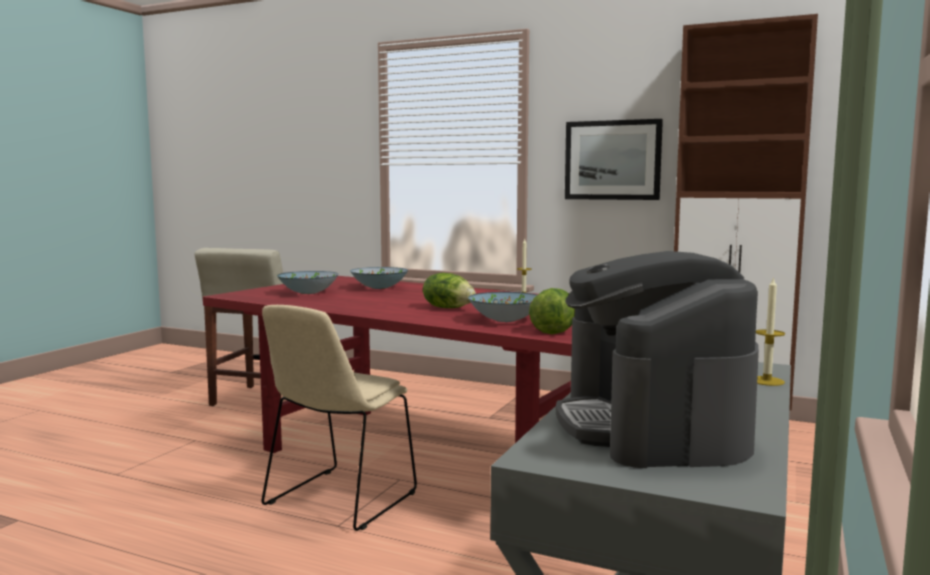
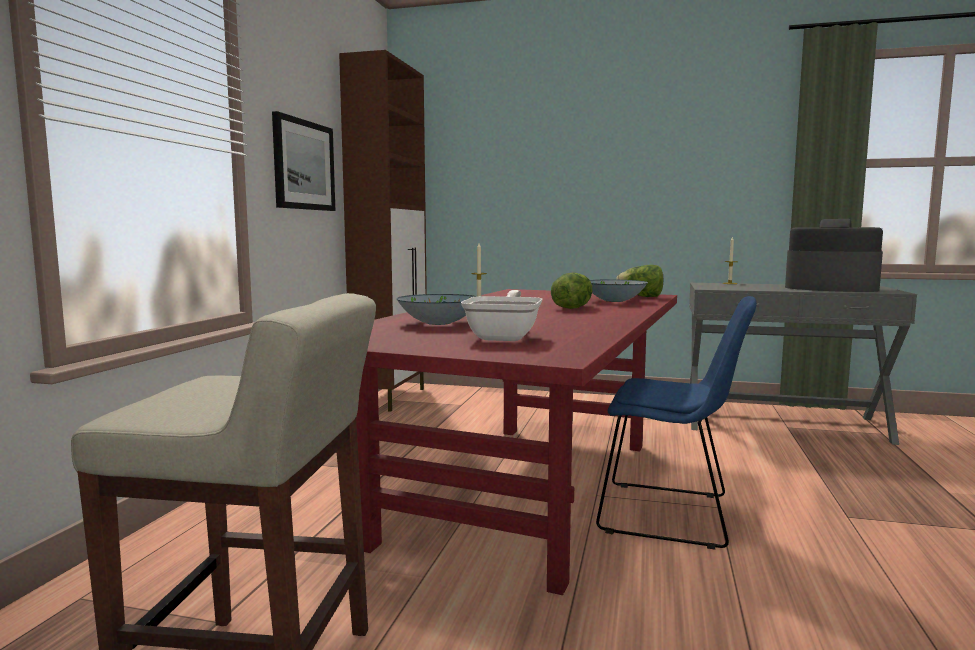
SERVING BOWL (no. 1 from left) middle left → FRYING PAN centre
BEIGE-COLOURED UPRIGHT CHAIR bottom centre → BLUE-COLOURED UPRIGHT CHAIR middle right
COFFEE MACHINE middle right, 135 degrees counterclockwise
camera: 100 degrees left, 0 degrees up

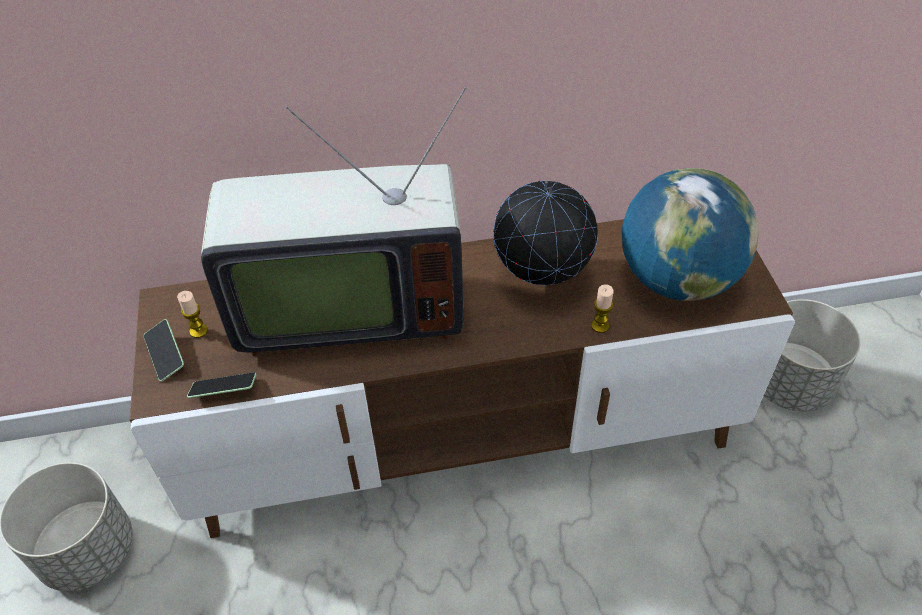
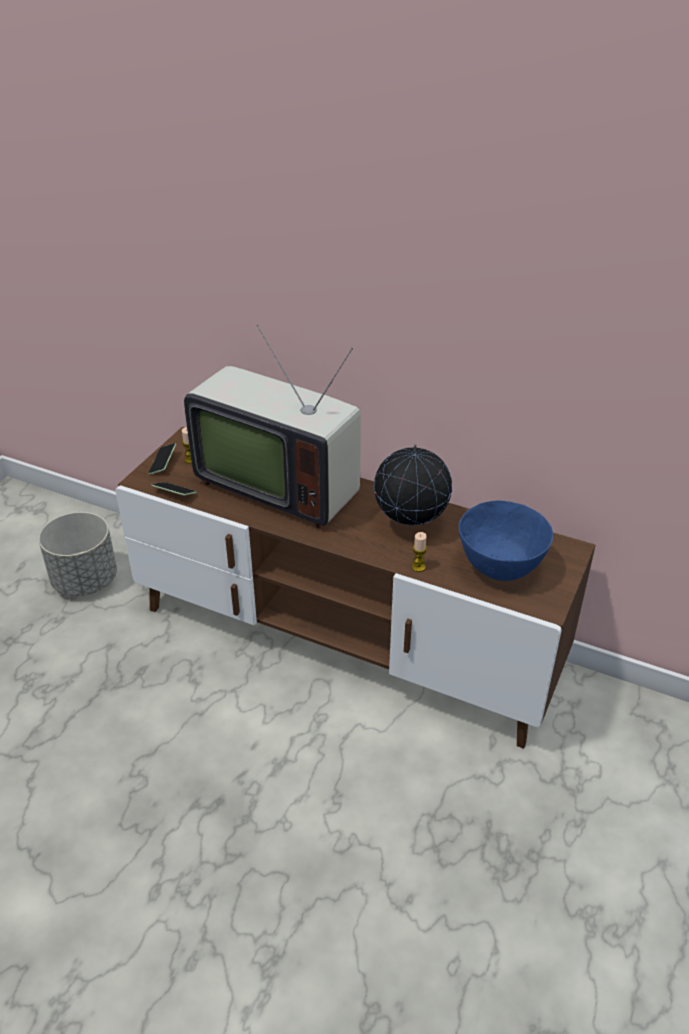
WORLD GLOBE (no. 2 from left) middle right → BLUE-COLOURED SERVING BOWL middle right
GREY FLOWER POT (no. 2 from left) middle right → -
camera: 35 degrees right, 10 degrees down

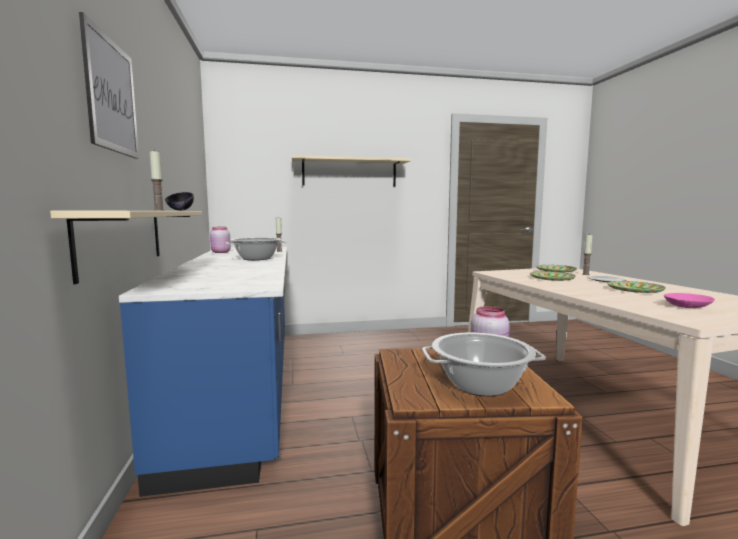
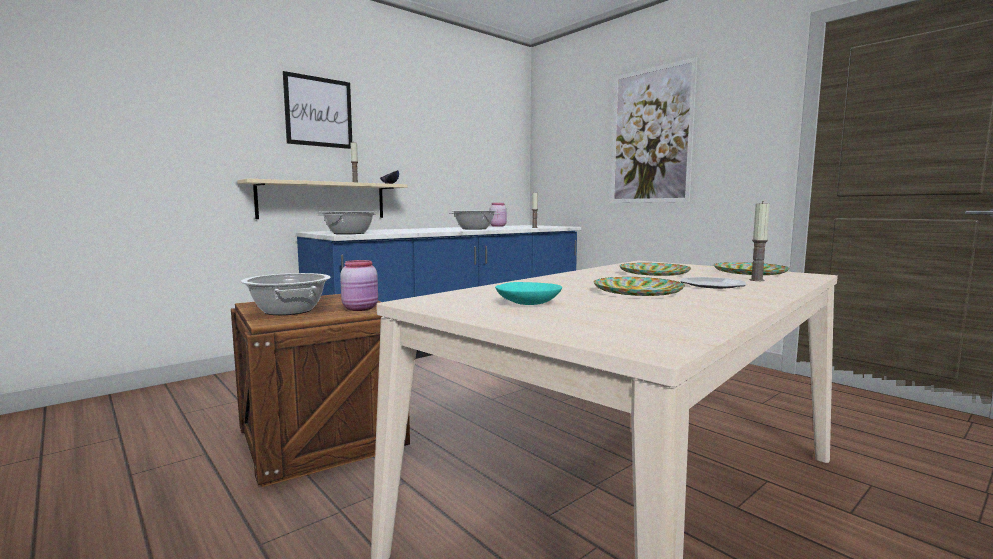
- → SAUCEPOT (no. 2 from left) centre
PINK SERVING BOWL middle right → TURQUOISE SERVING BOWL centre
BEIGE-COLOURED SHELF (no. 2 from left) top centre → WALL PICTURE (no. 2 from left) top centre
camera: 60 degrees right, 0 degrees up

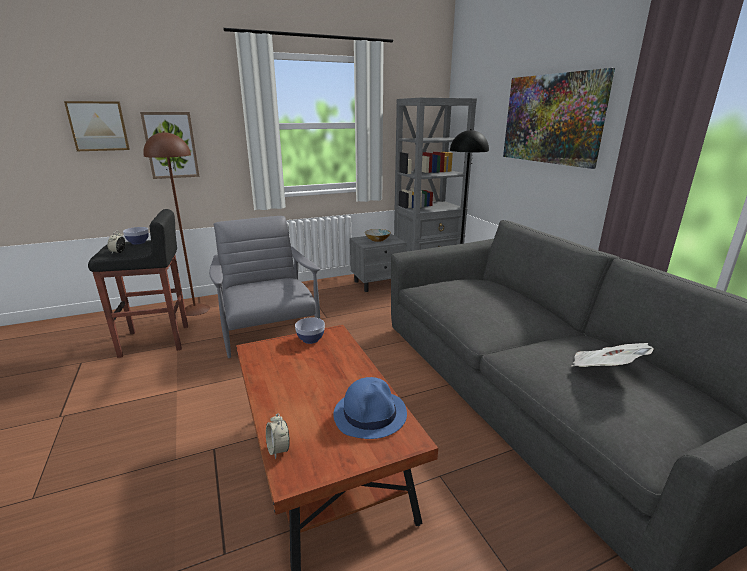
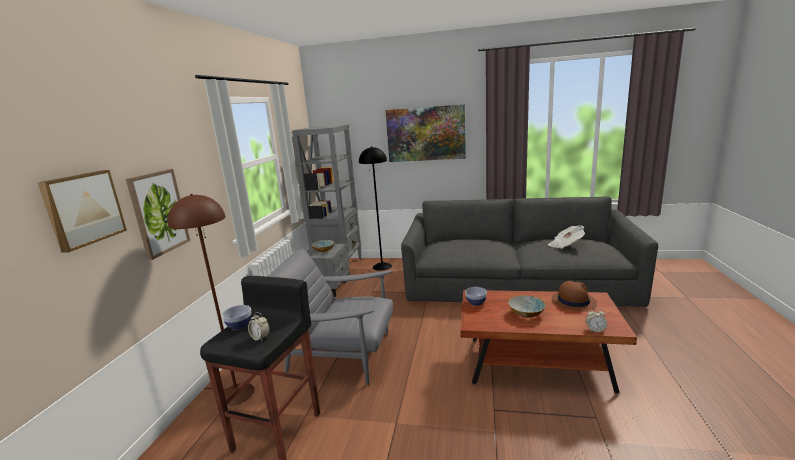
- → SERVING BOWL (no. 4 from left) centre
BLUE-COLOURED HAT bottom centre → BROWN HAT middle right
camera: 55 degrees left, 5 degrees down

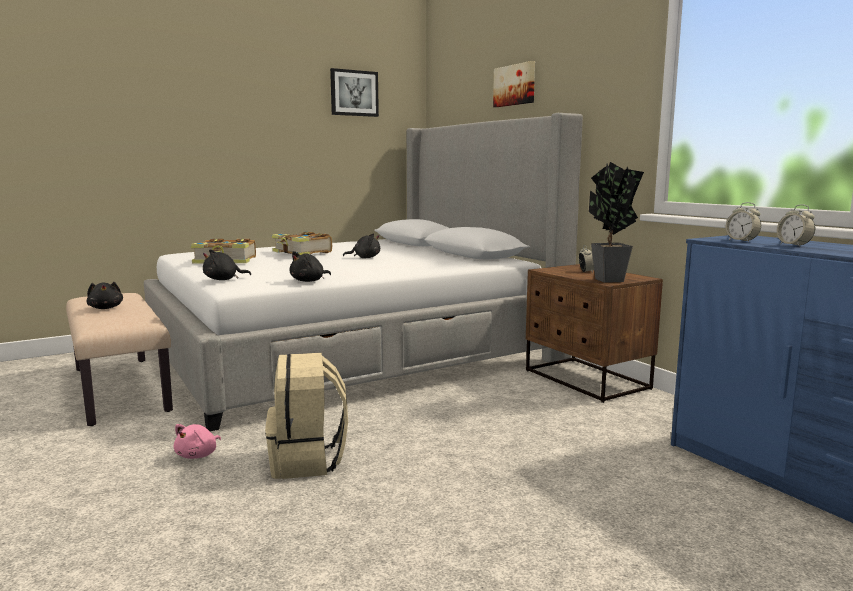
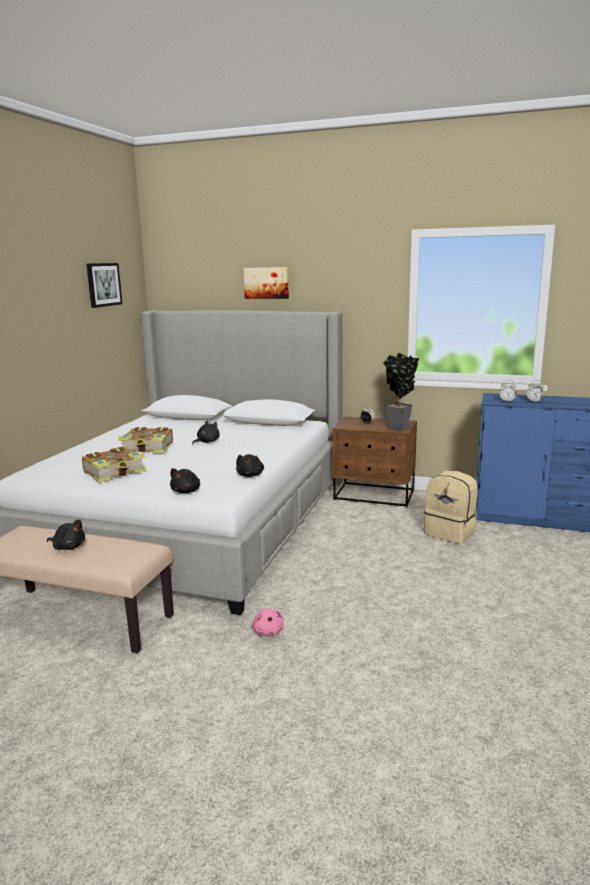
BEIGE-COLOURED KNAPSACK bottom centre → BEIGE-COLOURED KNAPSACK middle right, relocated
camera: 40 degrees left, 5 degrees up

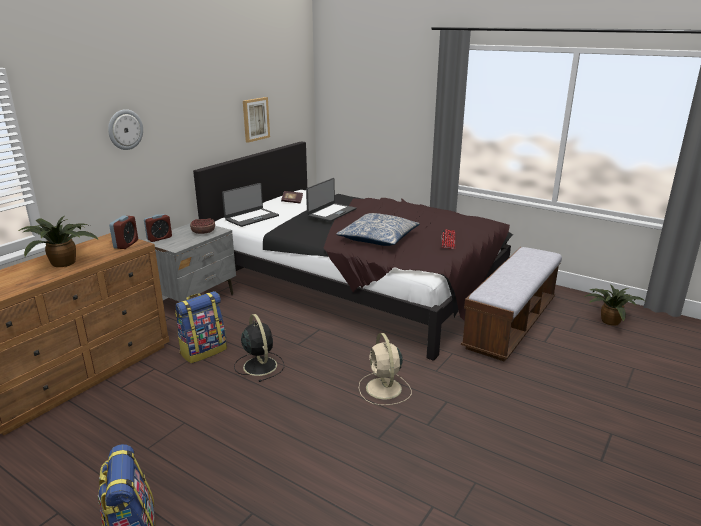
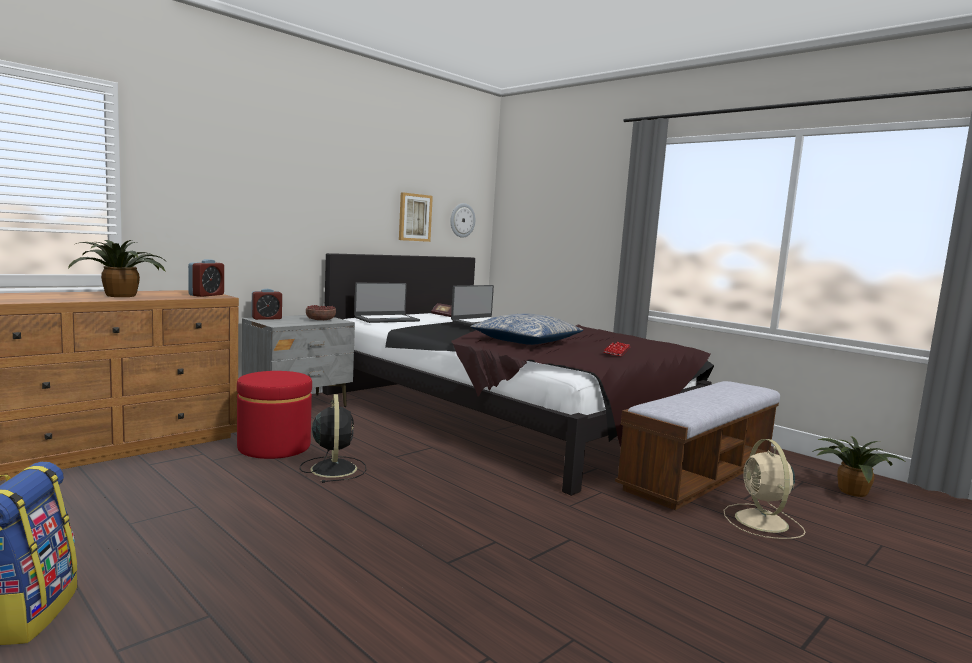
KNAPSACK (no. 2 from left) middle left → RED-COLOURED OTTOMAN middle left
WALL CLOCK top left → WALL CLOCK top centre, relocated
BEIGE-COLOURED ELECTRIC FAN bottom centre → BEIGE-COLOURED ELECTRIC FAN bottom right, relocated
camera: 10 degrees right, 15 degrees down

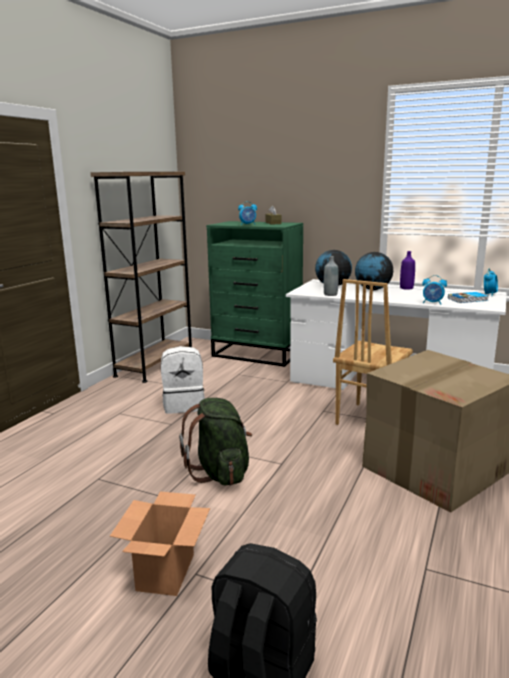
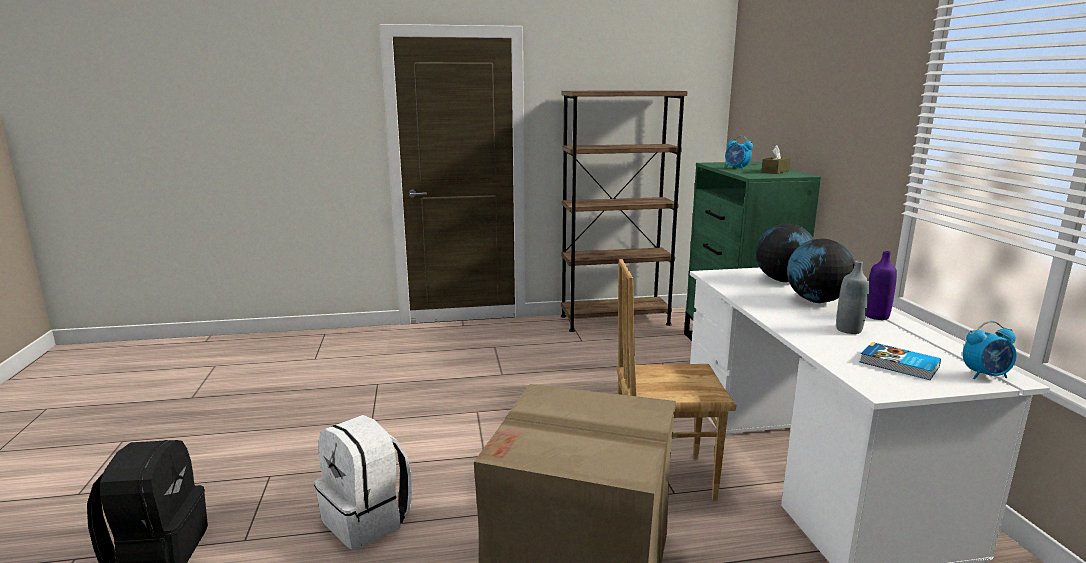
WHITE KNAPSACK centre → WHITE KNAPSACK bottom centre, relocated
GREY DRINK BOTTLE centre → GREY DRINK BOTTLE middle right, relocated
CARTON (no. 1 from left) bottom left → -
GREENISH KNAPSACK centre → -
BEDSIDE CLOCK (no. 2 from left) middle right → -
camera: 55 degrees right, 0 degrees up

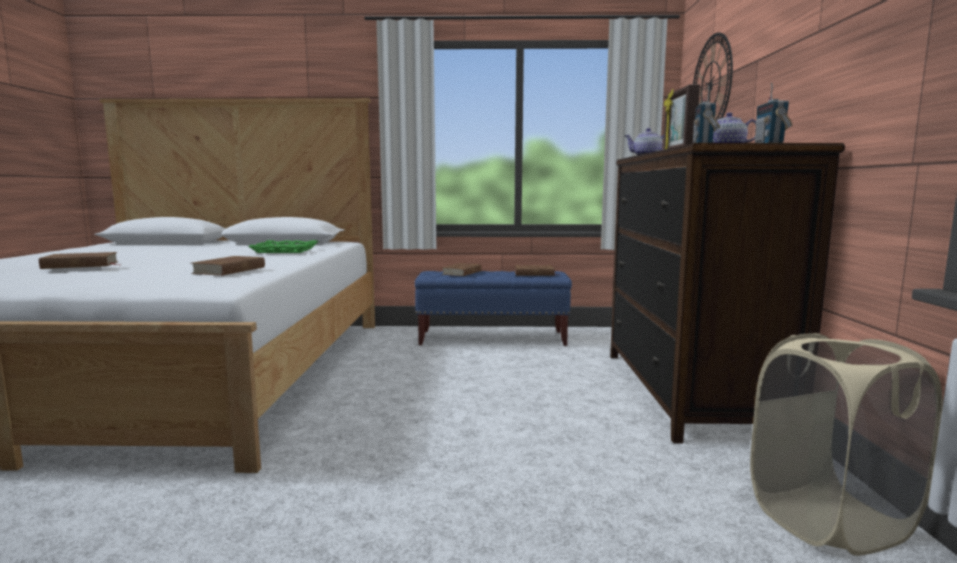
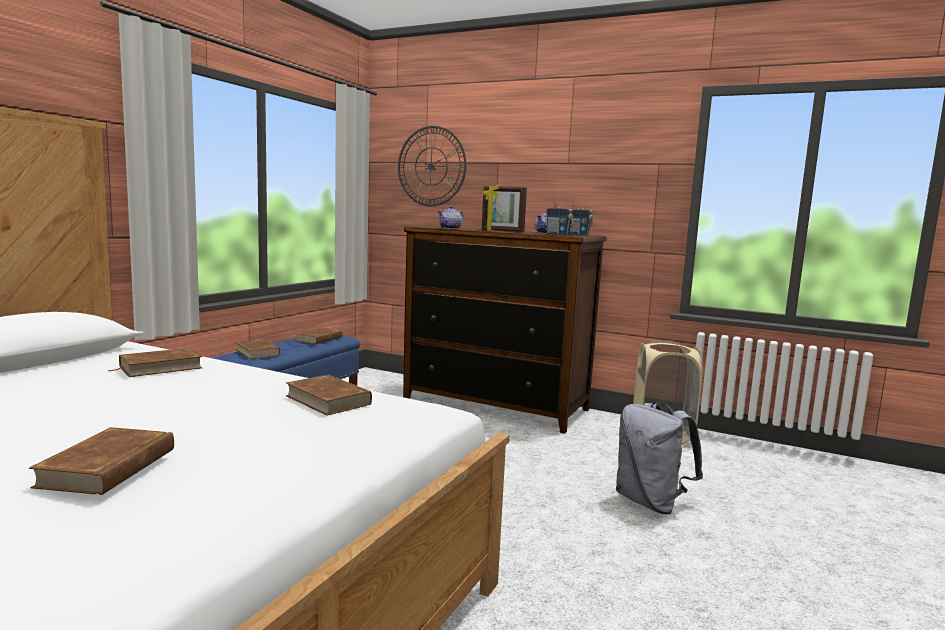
GREENISH TRAY middle left → BROWN BOUND BOOK (no. 2 from left) middle left
- → GREY KNAPSACK bottom right
camera: 65 degrees left, 0 degrees up

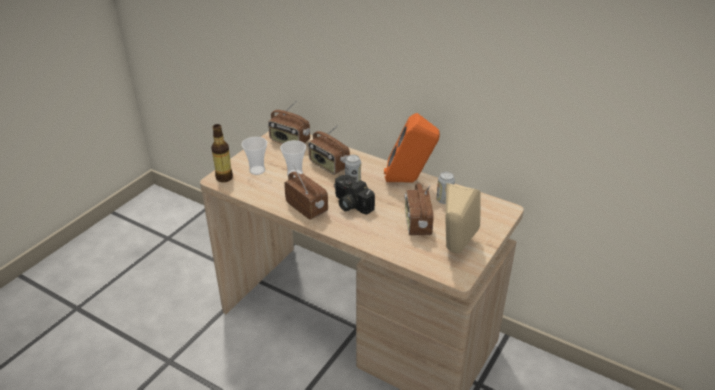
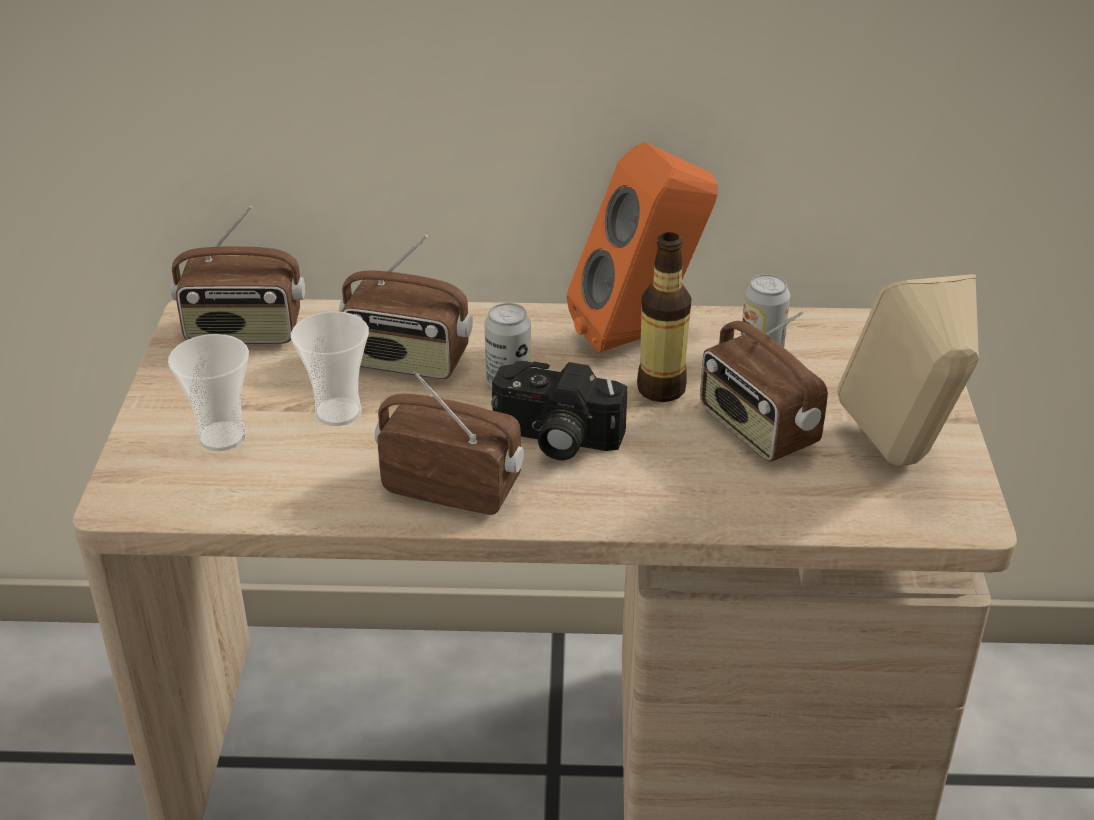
DRINK BOTTLE middle left → DRINK BOTTLE centre, relocated
camera: 30 degrees left, 0 degrees up

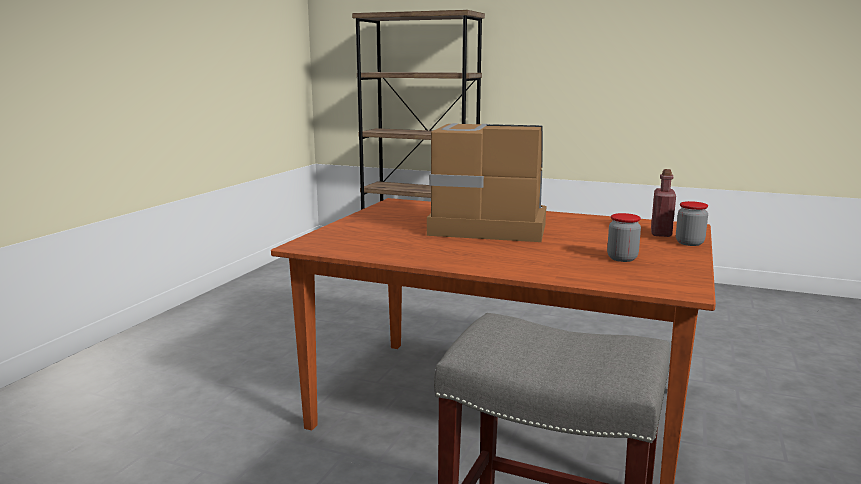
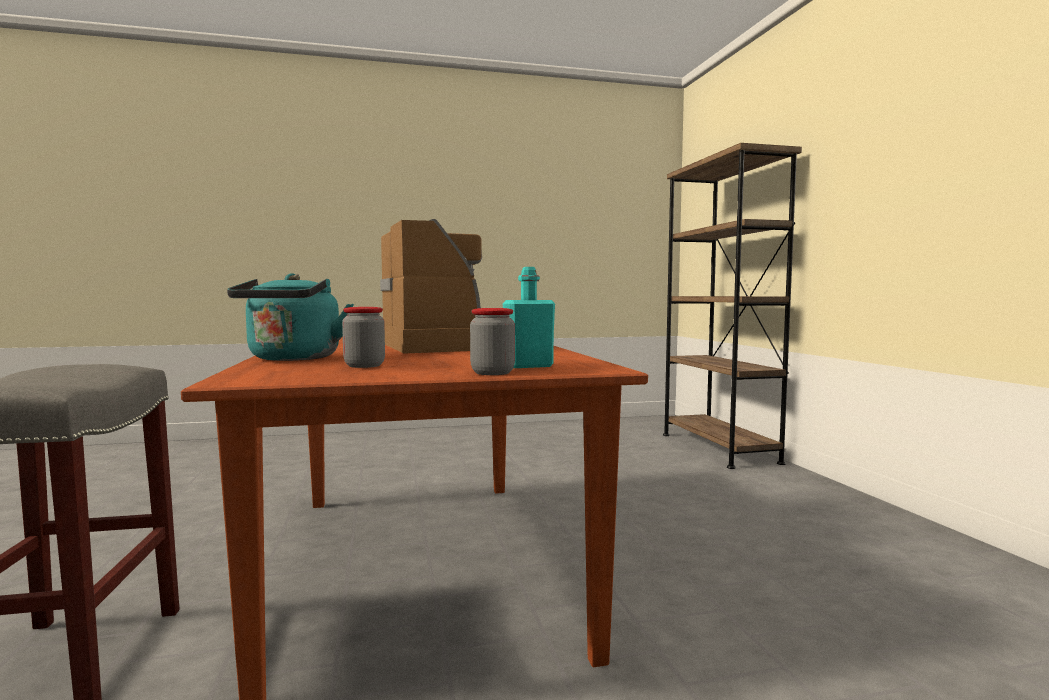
- → TURQUOISE WATER KETTLE middle left
RED-COLOURED DRINK BOTTLE middle right → TURQUOISE DRINK BOTTLE centre
camera: 55 degrees right, 10 degrees down

